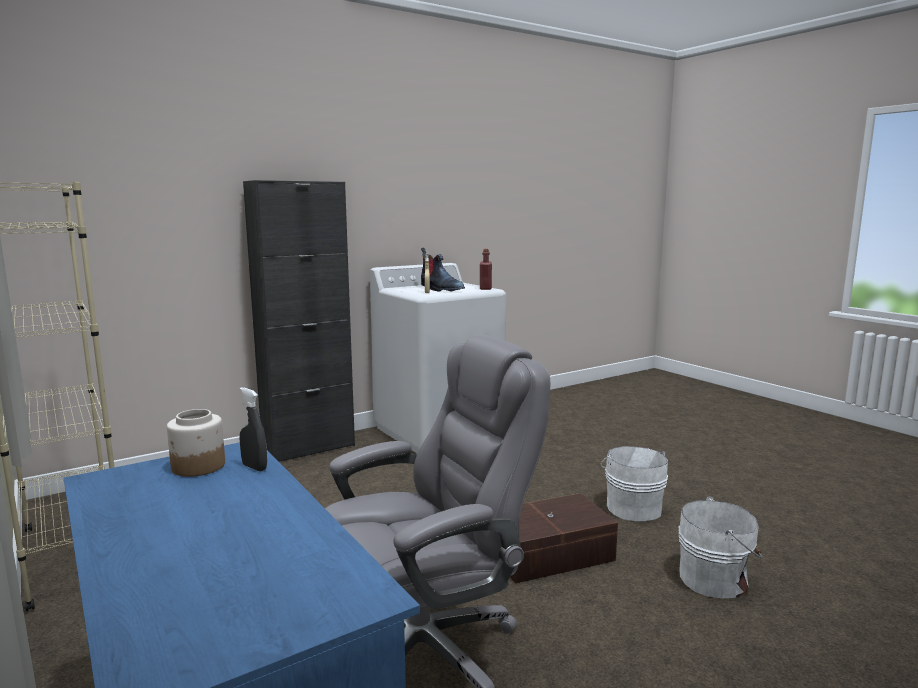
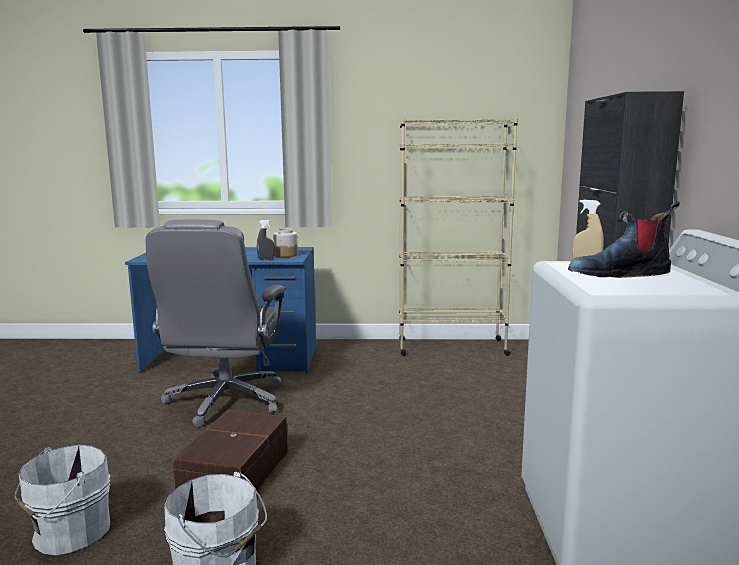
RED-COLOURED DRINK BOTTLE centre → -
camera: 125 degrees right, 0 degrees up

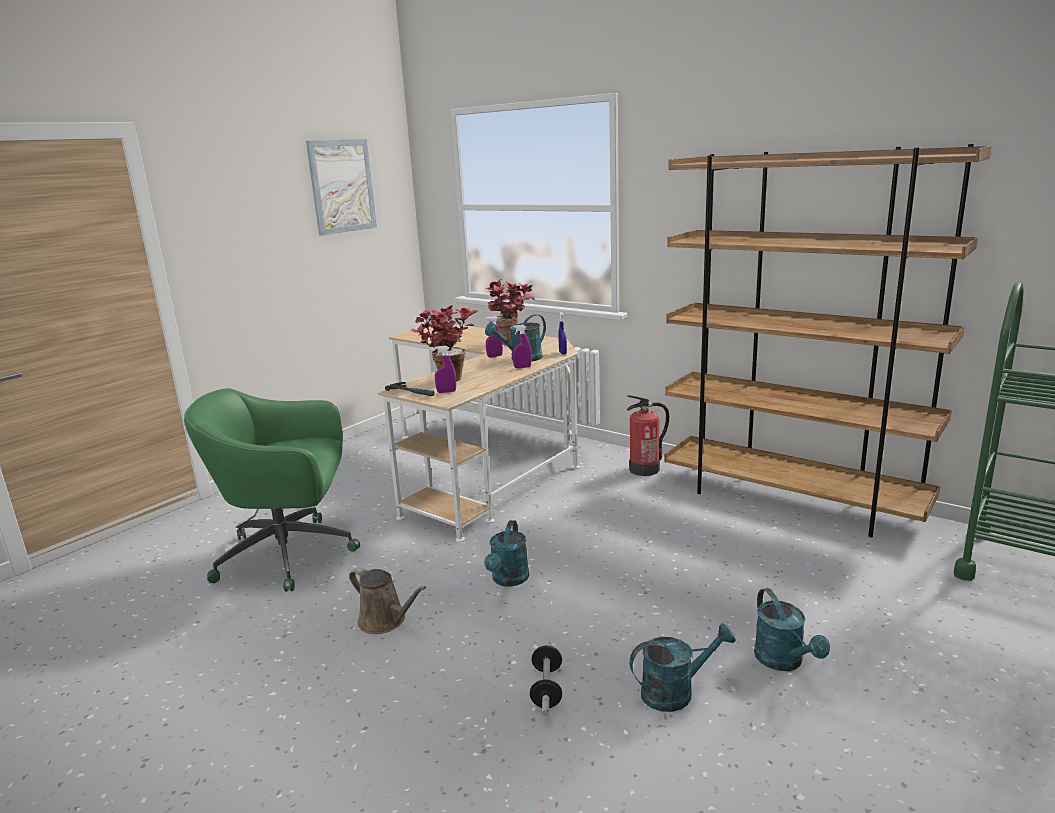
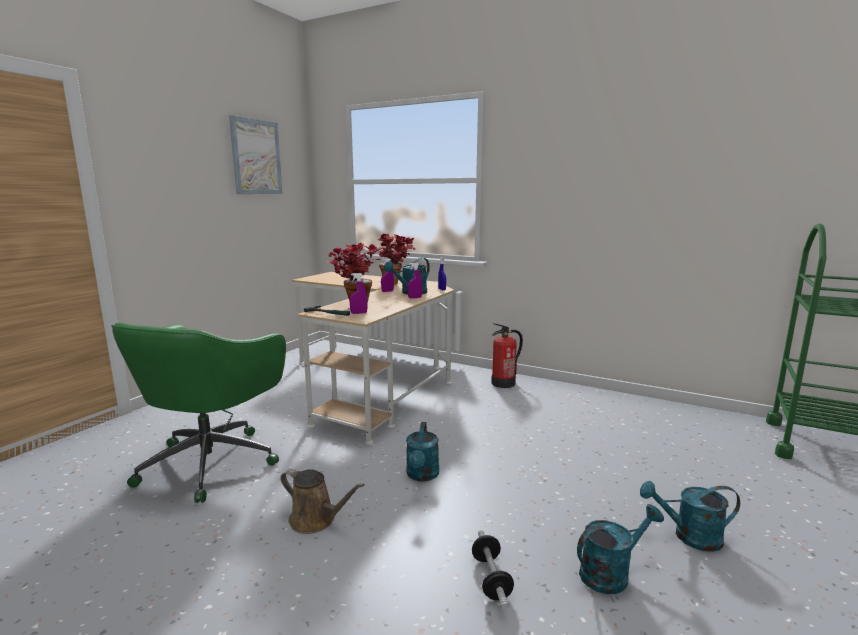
GREENISH OFFICE CHAIR middle left, 60 degrees counterclockwise
TURQUOISE WATERING CAN (no. 4 from left) bottom right, 120 degrees clockwise
BROWN SHELVING UNIT middle right → -
camera: 10 degrees left, 5 degrees down

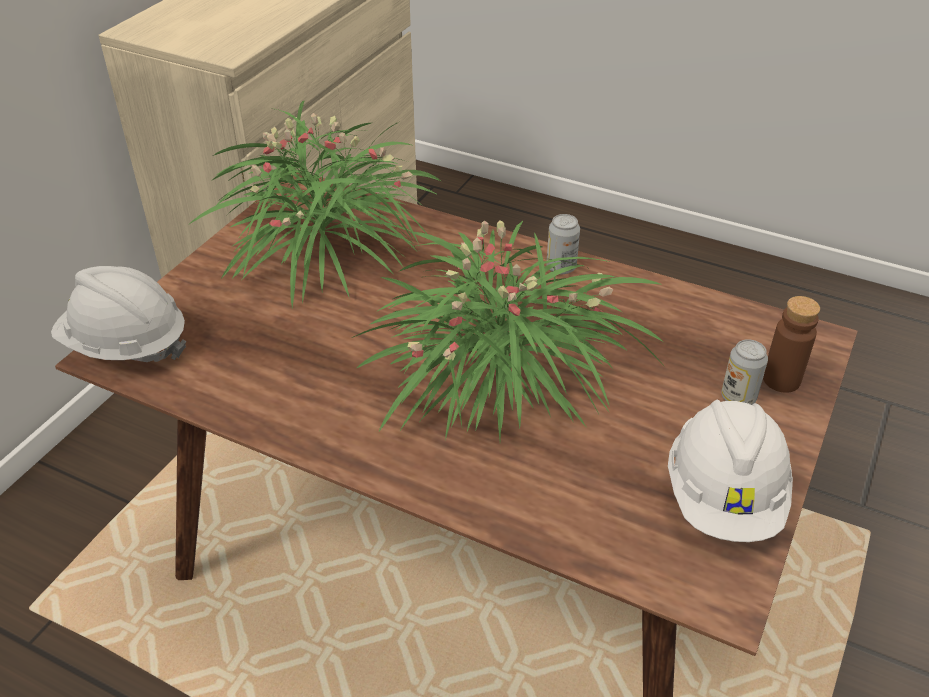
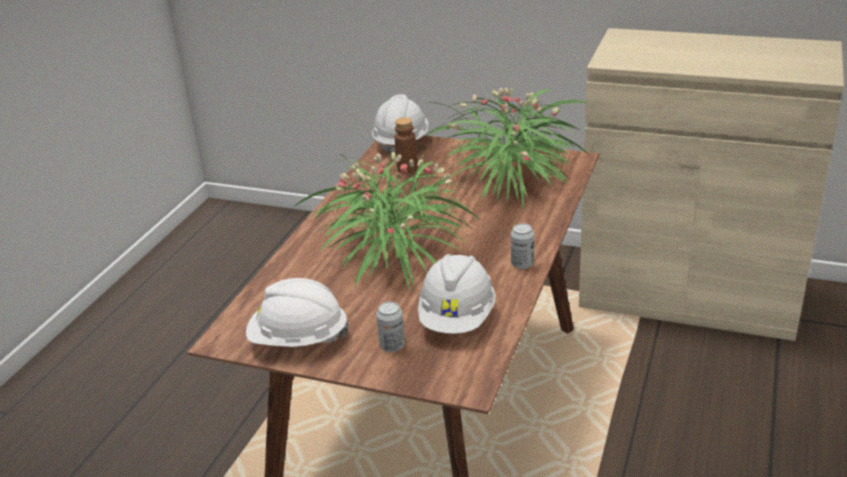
BROWN DRINK BOTTLE middle right → BROWN DRINK BOTTLE top centre, relocated
- → WHITE SAFETY HELMET (no. 3 from left) centre
camera: 85 degrees right, 10 degrees down

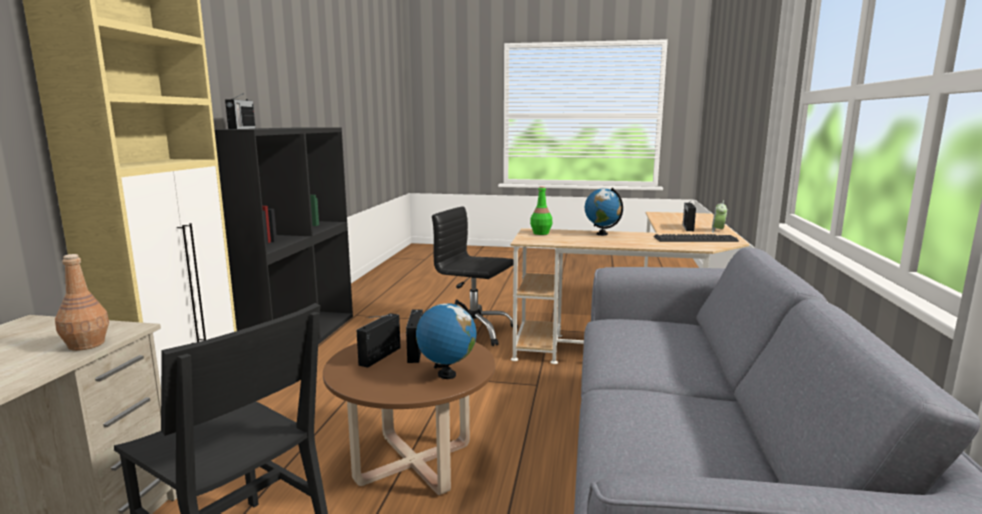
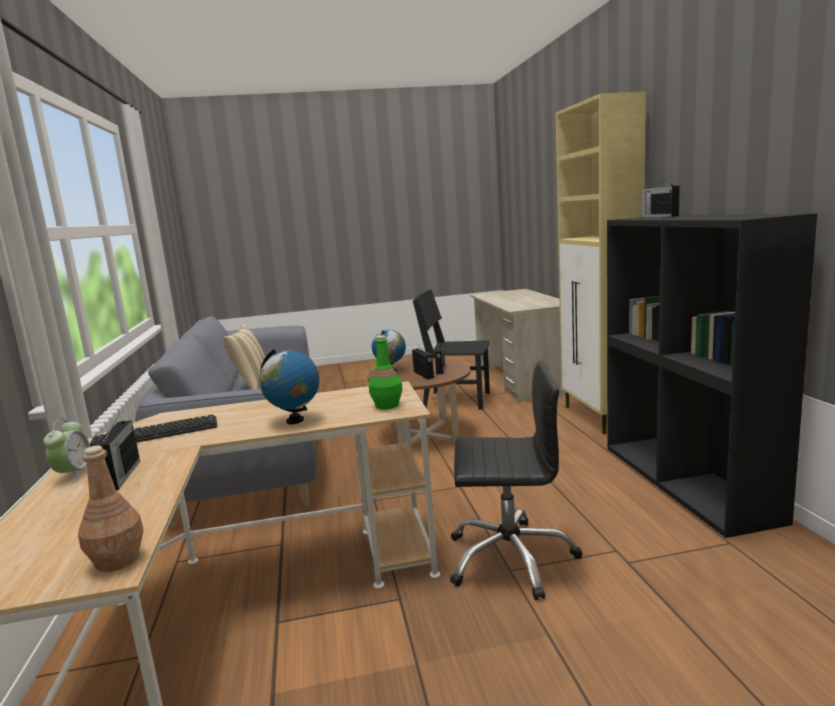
BROWN DRINK BOTTLE middle left → BROWN DRINK BOTTLE bottom left, relocated
- → BEIGE-COLOURED PILLOW middle left
camera: 160 degrees right, 0 degrees up

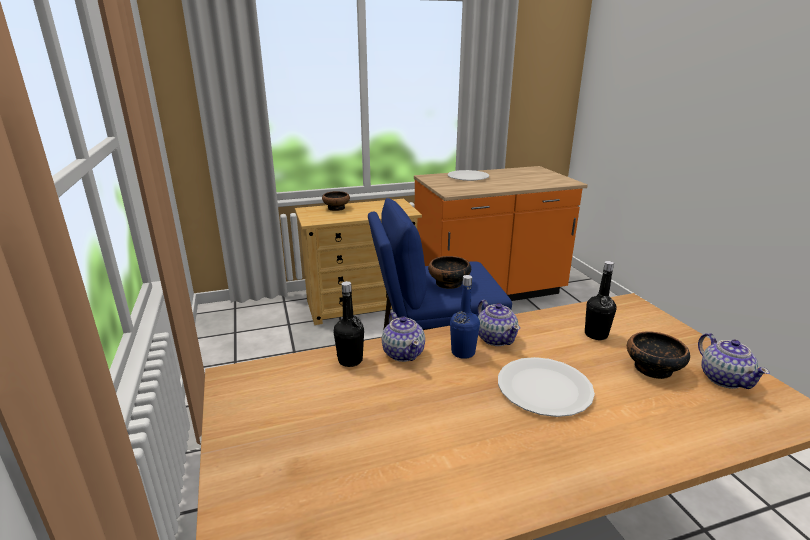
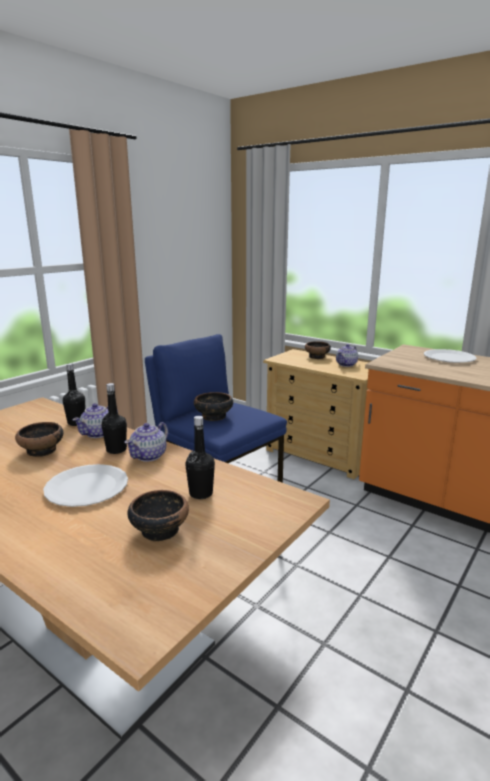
- → SERVING BOWL (no. 1 from left) middle left
BLUE-COLOURED DRINK BOTTLE centre → BLACK-COLOURED DRINK BOTTLE (no. 2 from left) middle left
TEA POT (no. 3 from left) bottom right → TEA POT (no. 3 from left) middle right, relocated
camera: 55 degrees right, 5 degrees down

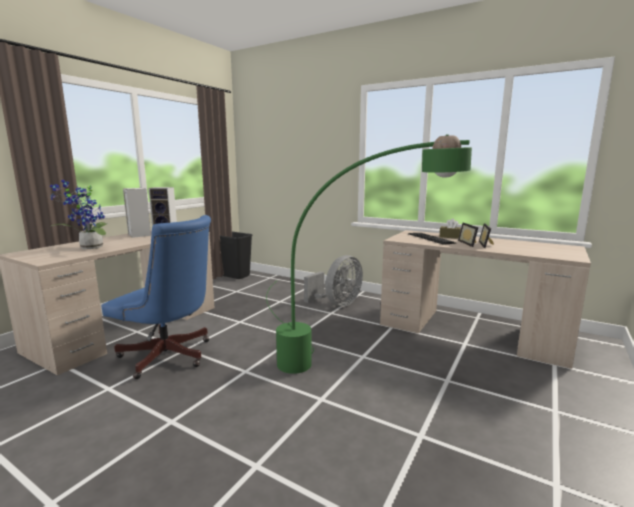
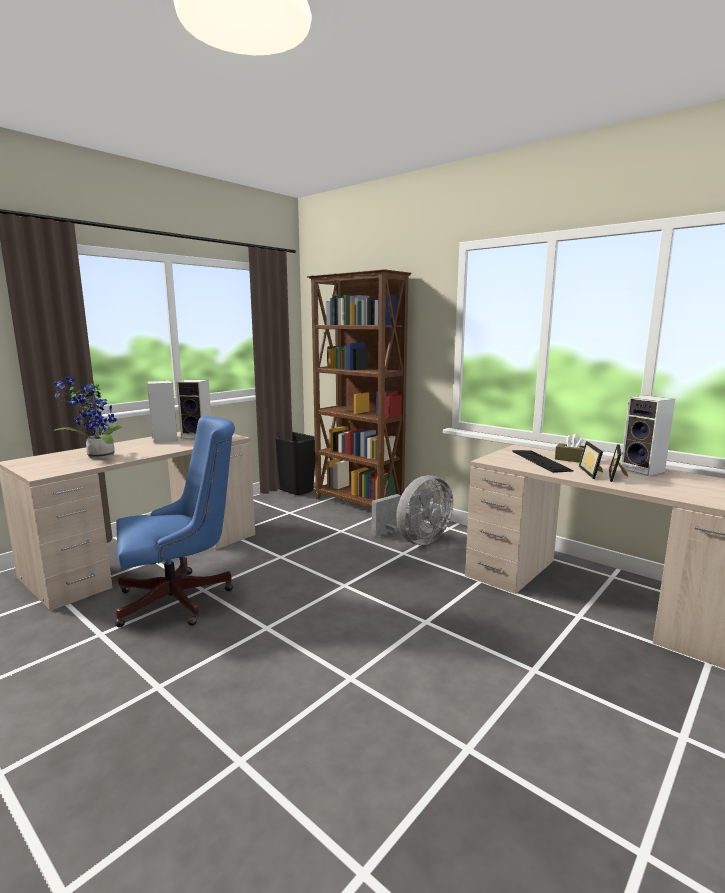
BLUE-COLOURED OFFICE CHAIR middle left, 60 degrees counterclockwise
- → BROWN SHELVING UNIT centre
- → SPEAKER (no. 3 from left) middle right
GREENISH STANDING LAMP centre → -
camera: 10 degrees right, 0 degrees up

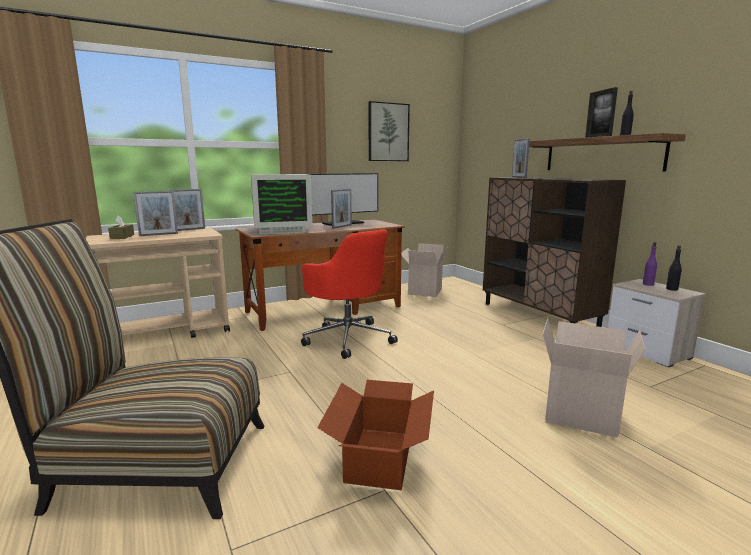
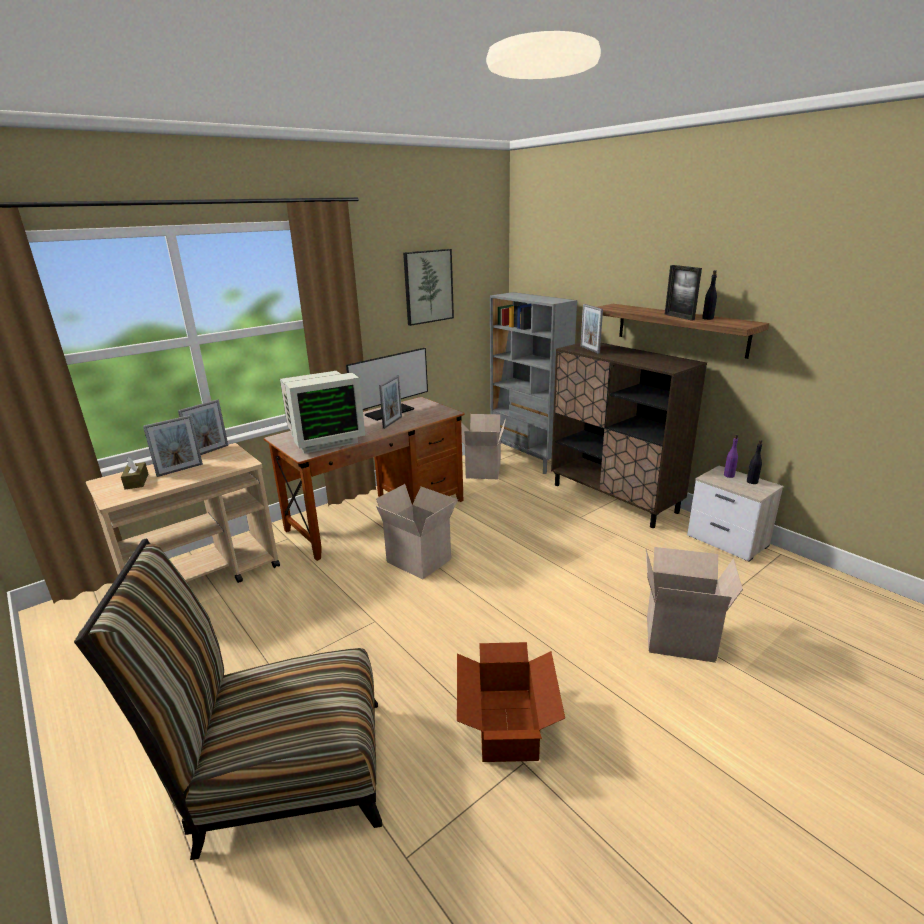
RED-COLOURED OFFICE CHAIR centre → CARTON (no. 1 from left) centre
- → GREY SHELVING UNIT centre
camera: 10 degrees left, 10 degrees up

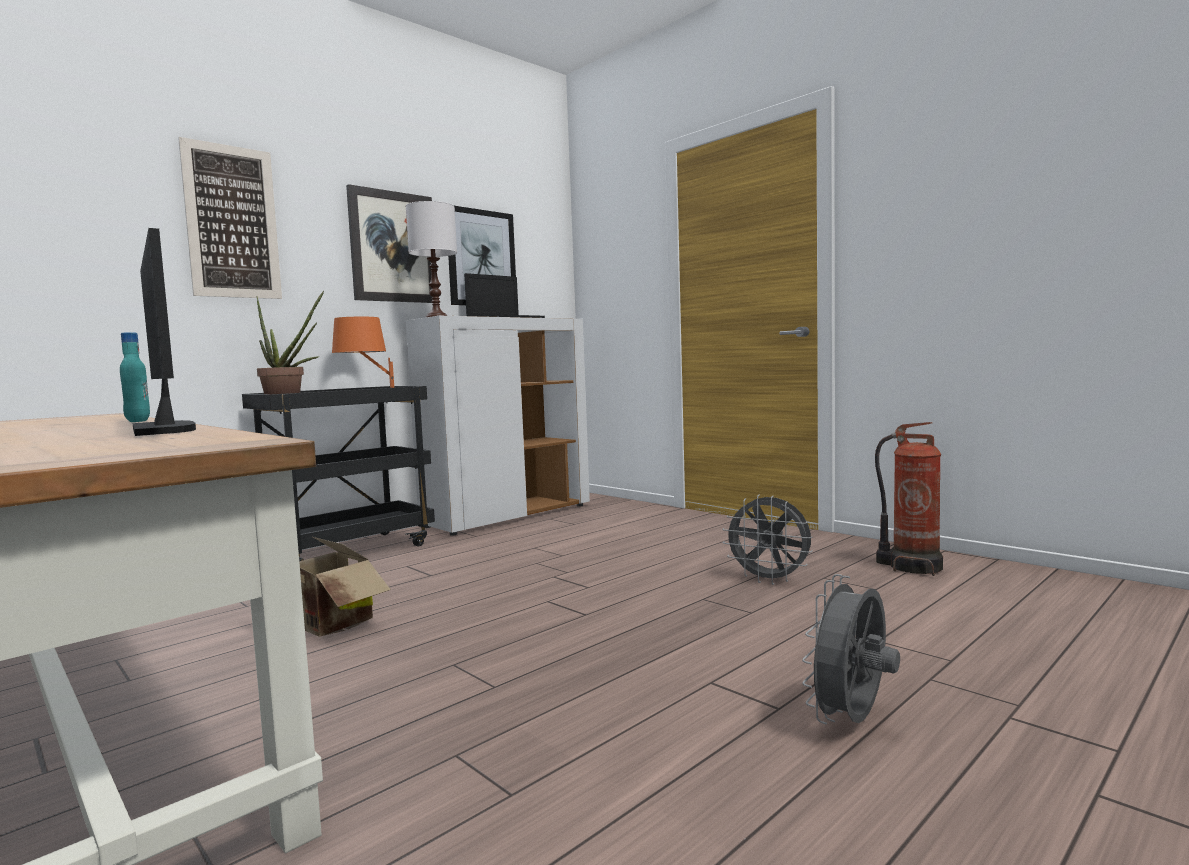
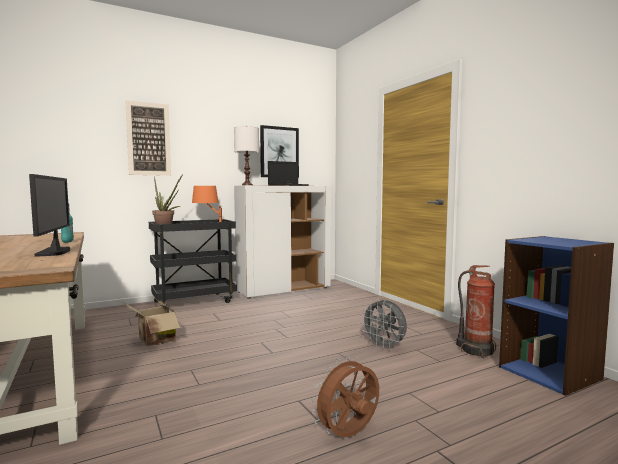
GREY ELECTRIC FAN (no. 2 from left) bottom right → BROWN ELECTRIC FAN bottom centre
- → BLUE-COLOURED SHELVING UNIT bottom right
WALL PICTURE (no. 2 from left) top left → -
camera: 15 degrees right, 0 degrees up

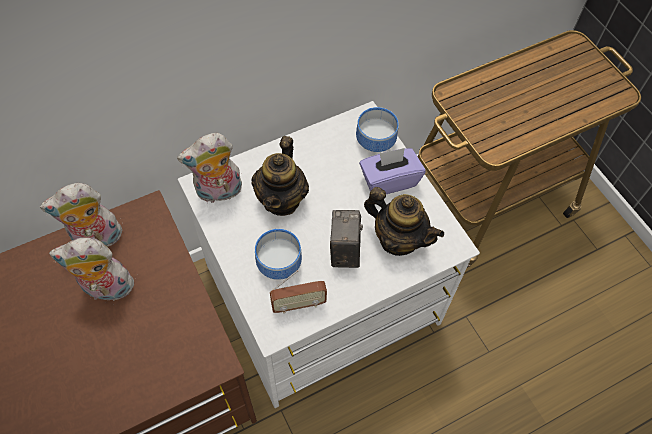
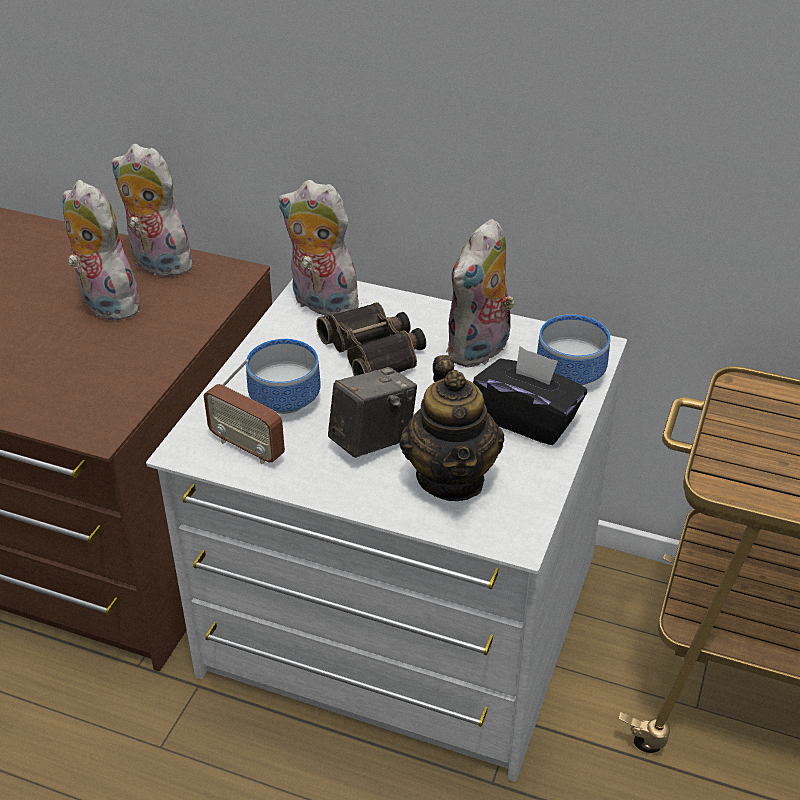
TEA POT (no. 1 from left) centre → BINOCULARS centre
- → SOFT TOY (no. 4 from left) centre
PURPLE TISSUE BOX centre → BLACK-COLOURED TISSUE BOX centre
camera: 50 degrees right, 20 degrees down

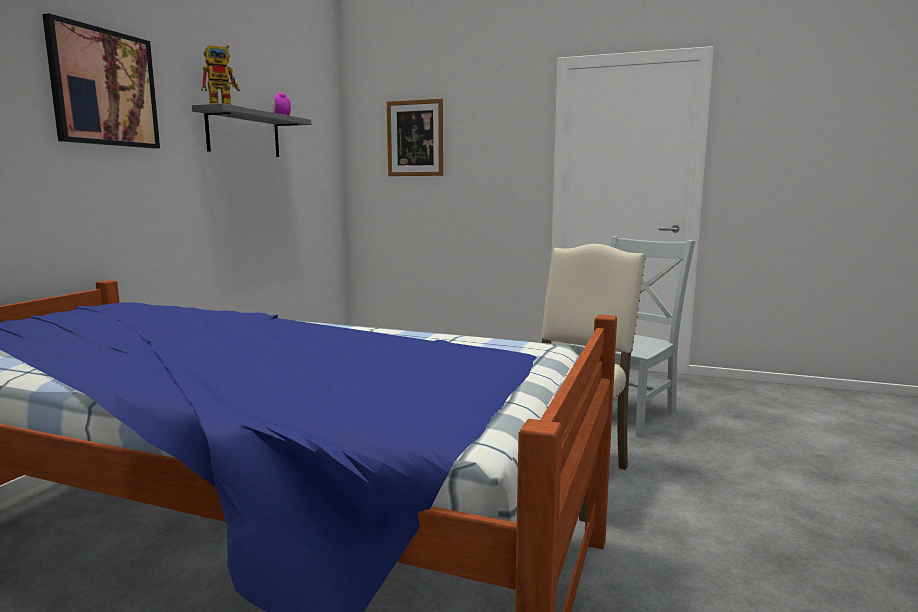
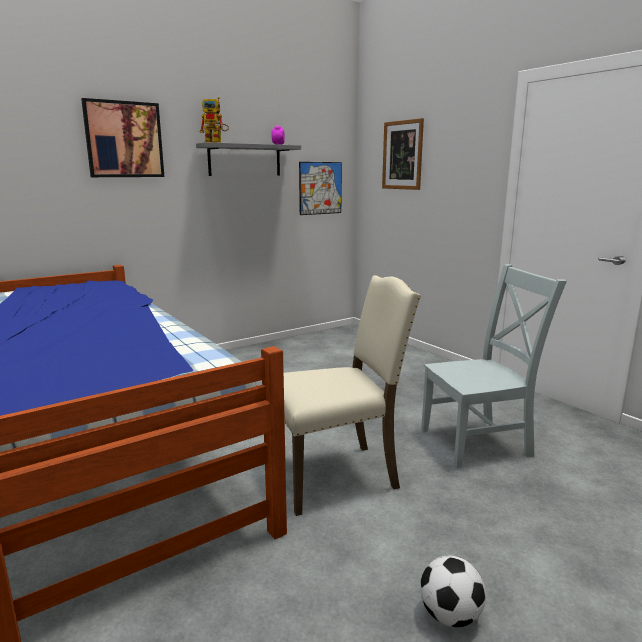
- → WALL PICTURE (no. 2 from left) top centre
- → FOOTBALL BALL bottom right
camera: 35 degrees right, 5 degrees up

